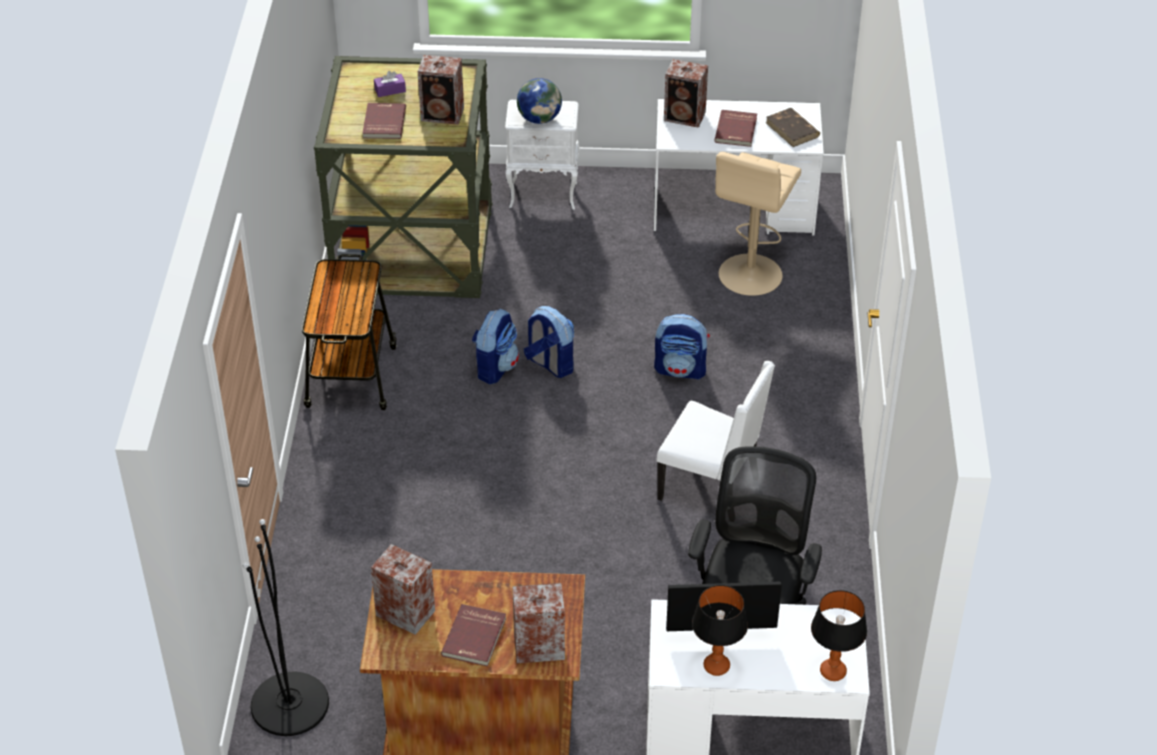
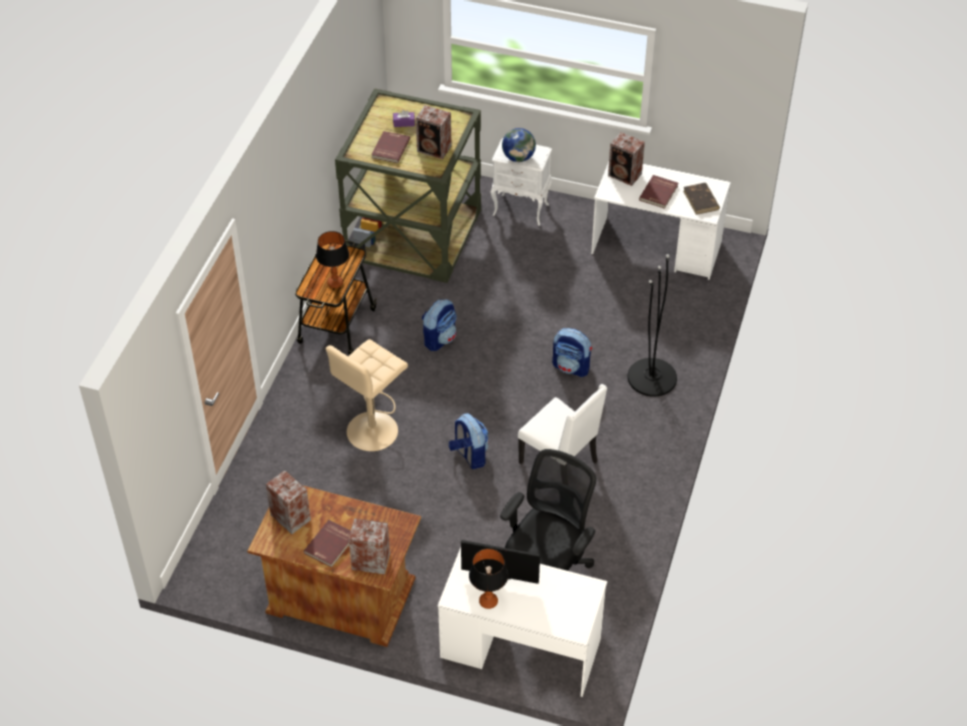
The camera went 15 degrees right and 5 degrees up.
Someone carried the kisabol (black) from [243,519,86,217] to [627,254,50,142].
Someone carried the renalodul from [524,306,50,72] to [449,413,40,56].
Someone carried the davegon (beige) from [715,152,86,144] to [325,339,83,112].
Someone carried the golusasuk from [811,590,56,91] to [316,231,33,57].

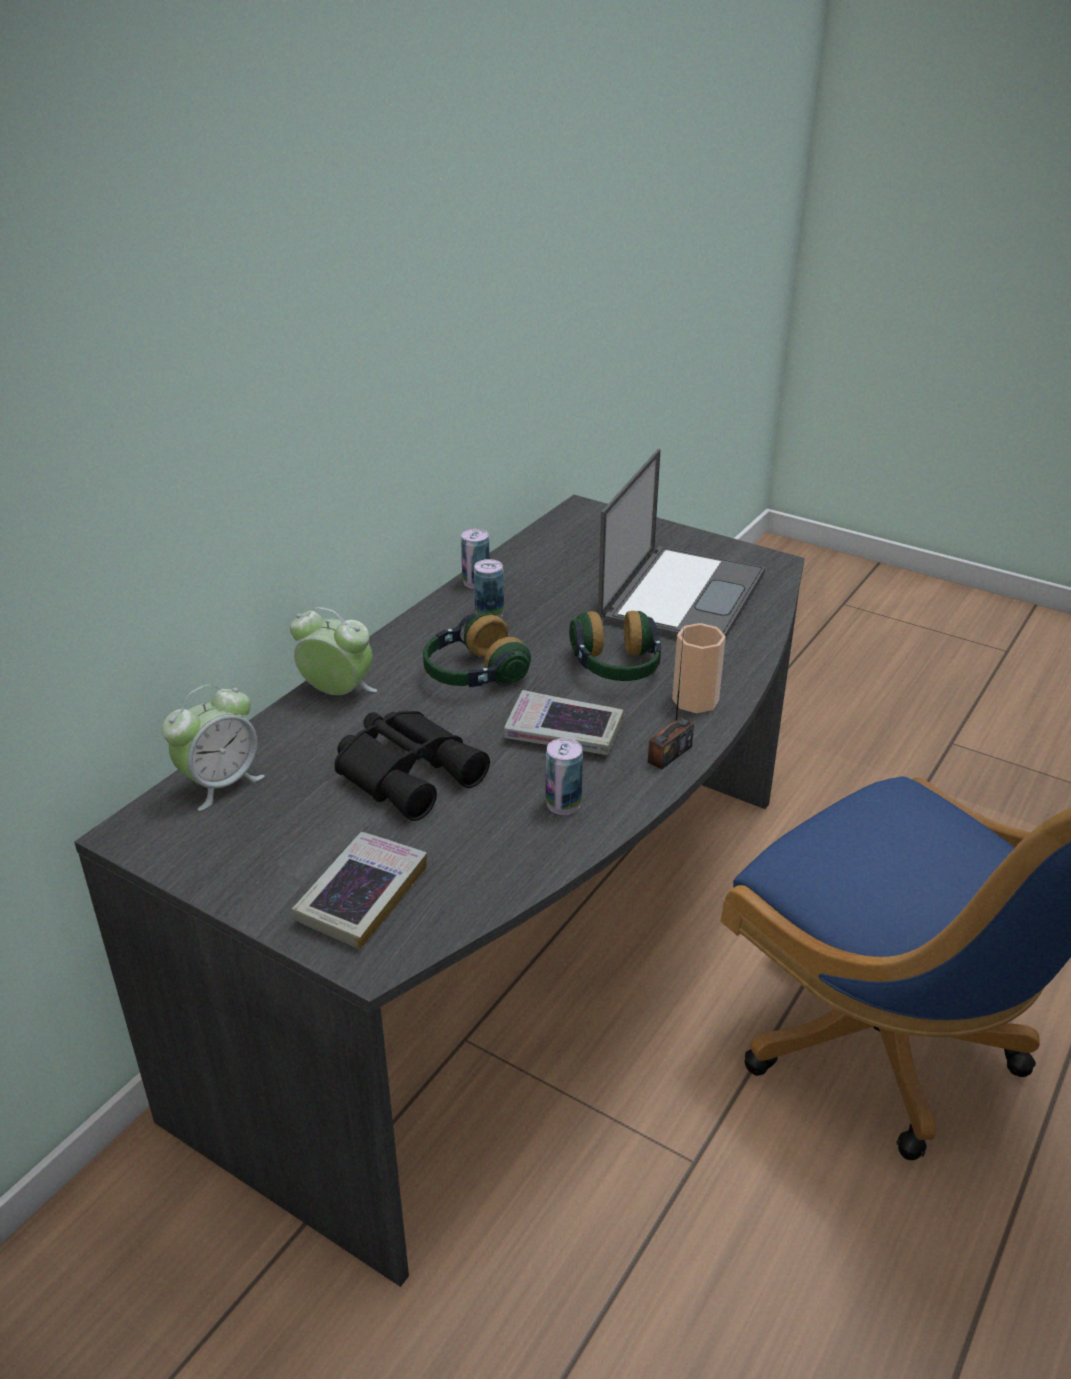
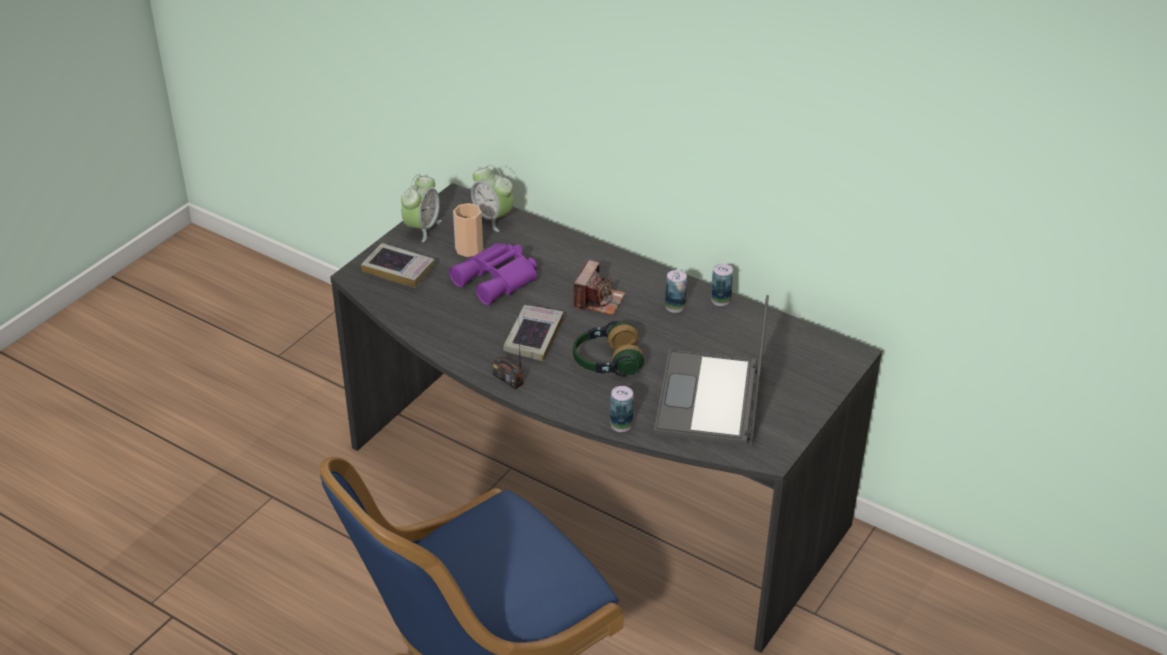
The camera went 90 degrees right and 5 degrees up.
Someone carried the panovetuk from [290,607,87,88] to [401,174,41,68].
Someone repainted the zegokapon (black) at [335,711,155,110], which became the zegokapon (purple) at [449,243,88,62].
Someone swapped the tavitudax at [423,613,108,74] for the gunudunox at [573,260,52,55].
Someone carried the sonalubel from [546,738,37,77] to [610,386,24,46].
Someone rotated the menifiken at [598,449,167,190] by 75 degrees clockwise.
Someone carried the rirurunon from [672,623,54,90] to [453,203,30,54].

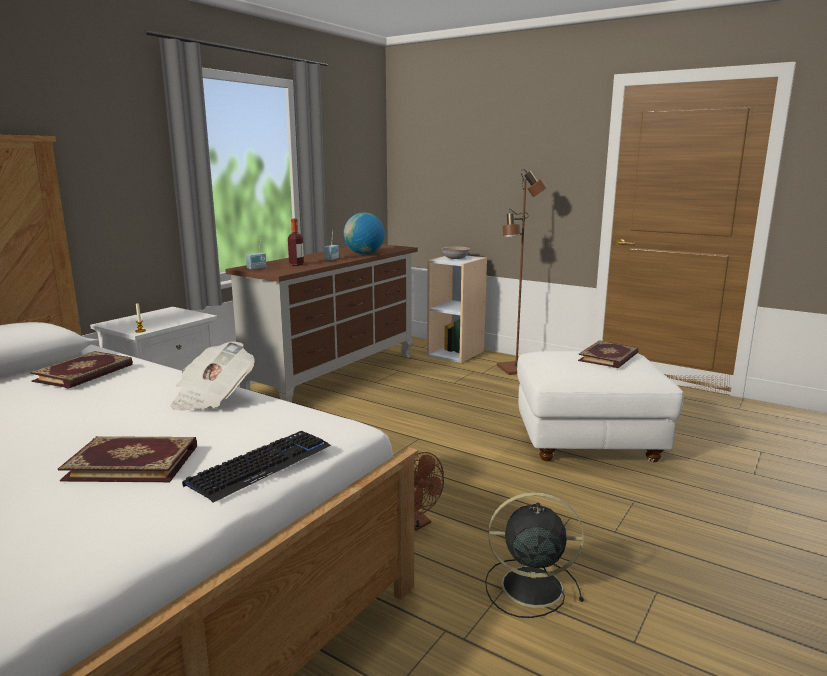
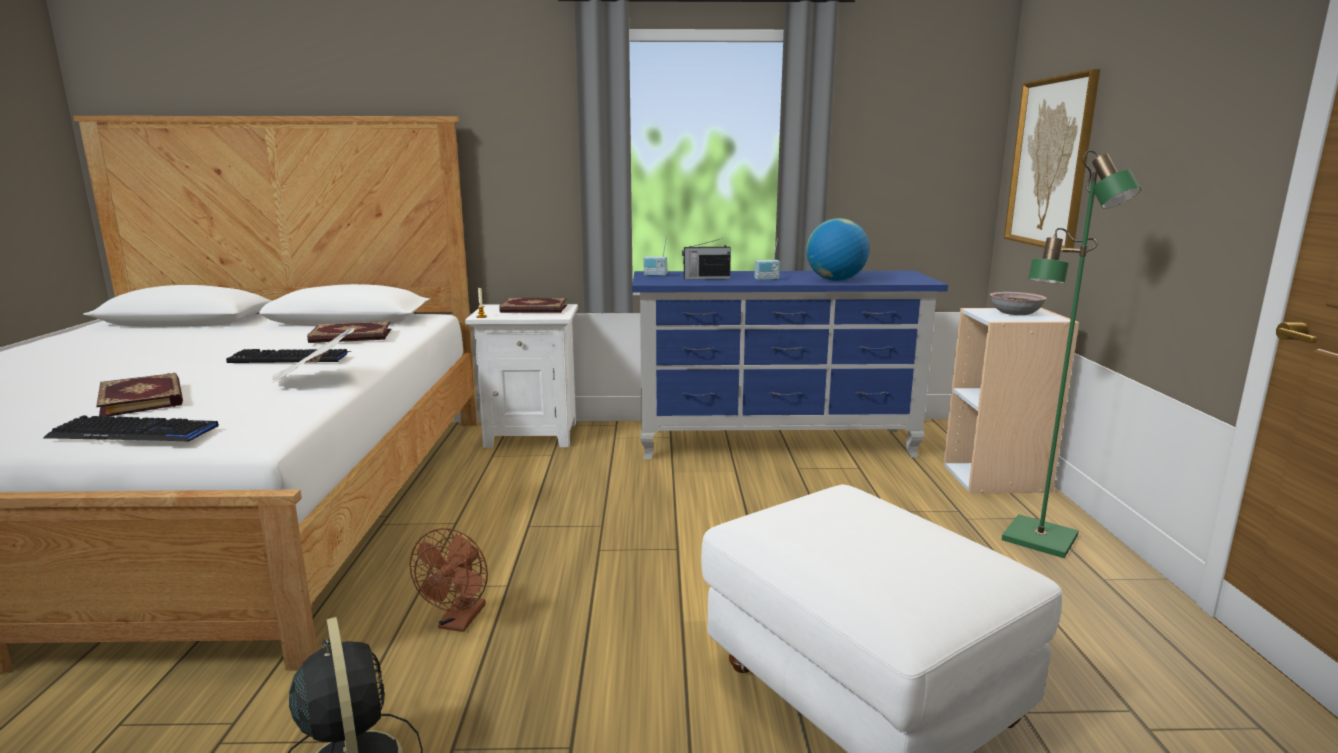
The camera went 55 degrees right and 0 degrees up.
Someone repainted the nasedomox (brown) at [225,244,193,159], which became the nasedomox (blue) at [632,271,316,188].
Someone swapped the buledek at [288,219,16,47] for the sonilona at [682,238,49,42].
Someone repainted the kisabol (brown) at [497,169,51,206], which became the kisabol (green) at [1002,150,139,408].
Someone carried the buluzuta from [578,340,60,28] to [499,298,68,15].
Someone put down the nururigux at [226,349,125,14].
Someone put up the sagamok at [1004,69,96,184].

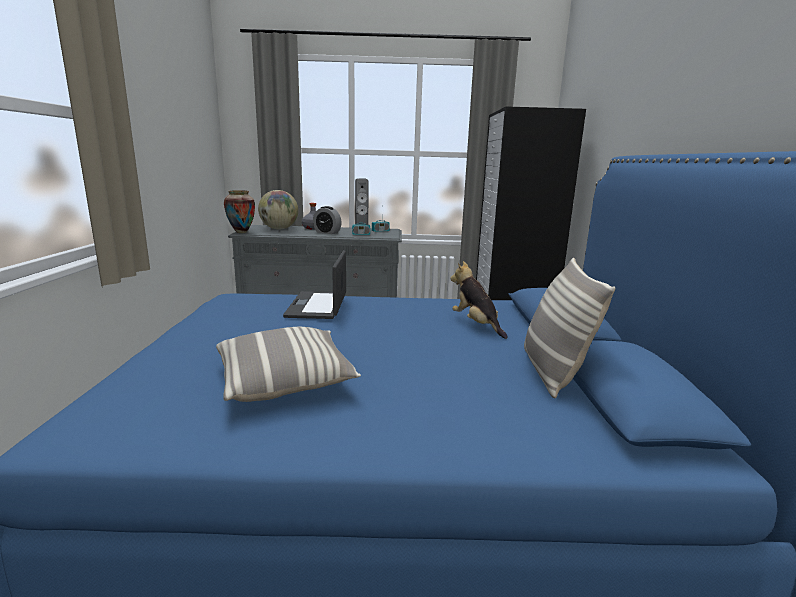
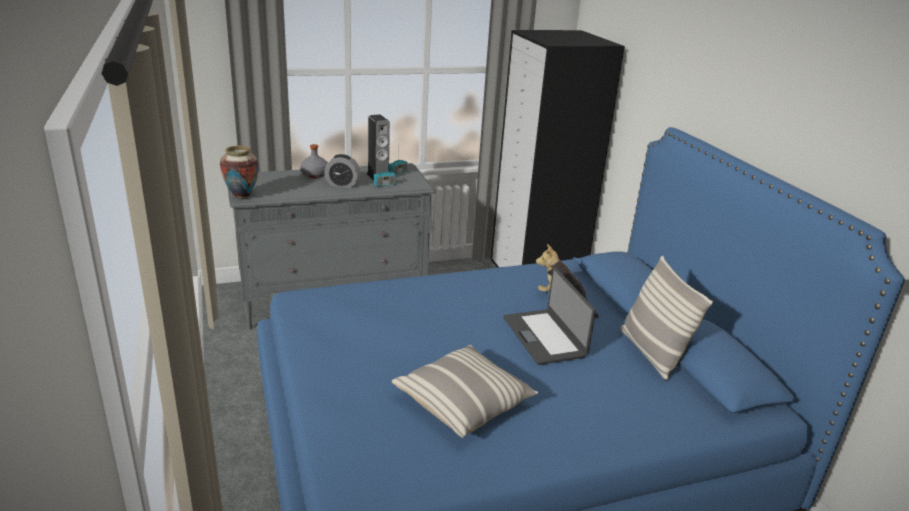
The camera went 20 degrees left and 10 degrees up.
Someone took away the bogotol at [258,190,40,39].
Someone carried the menifiken from [283,250,63,69] to [503,268,93,97].

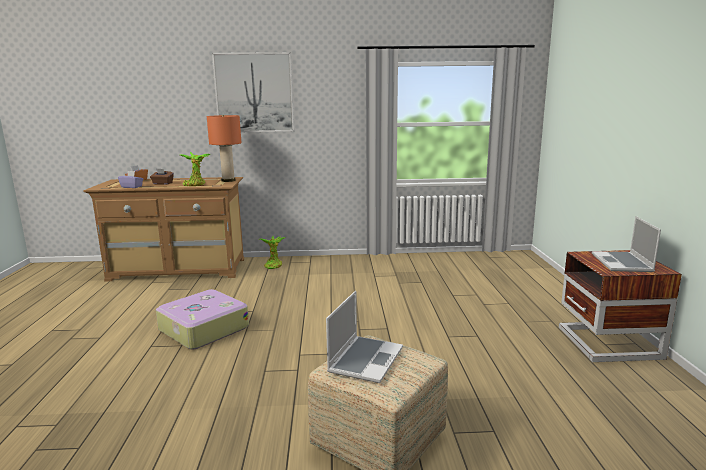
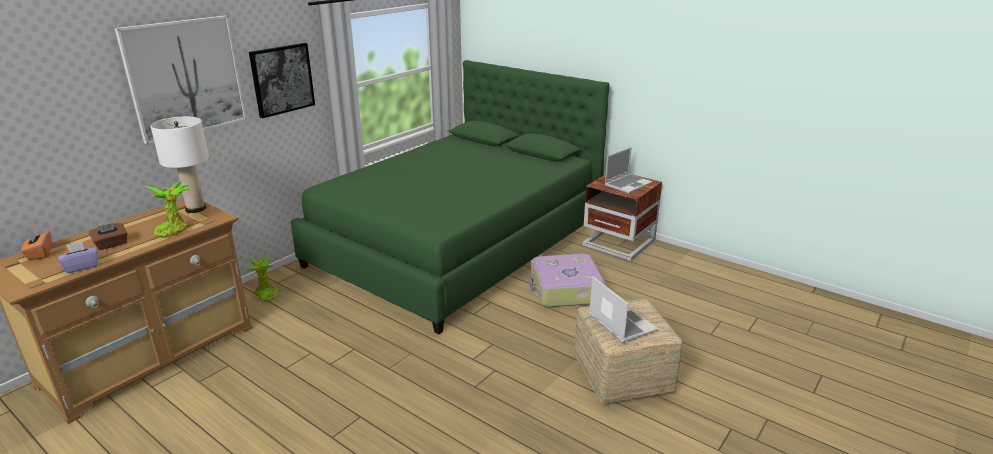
The camera went 50 degrees left and 10 degrees up.
Someone carried the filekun from [156,289,93,60] to [529,254,77,53].
Someone repainted the golusasuk (orange) at [207,115,34,67], which became the golusasuk (white) at [151,116,58,97].
Someone rotated the menifiken at [592,216,69,56] by 90 degrees counterclockwise.
Someone put up the sagamok at [249,43,66,75].
Someone put down the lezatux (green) at [291,60,319,275].

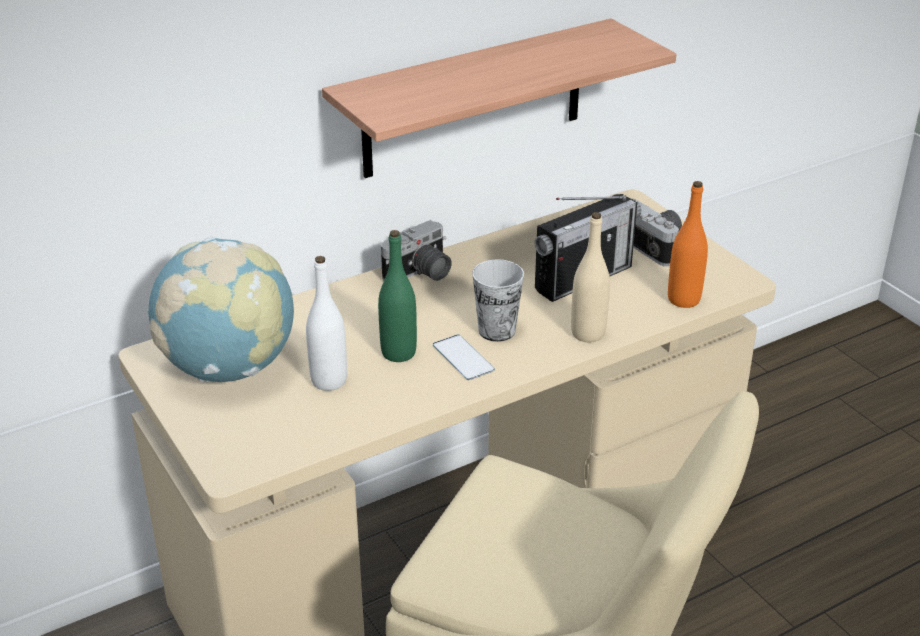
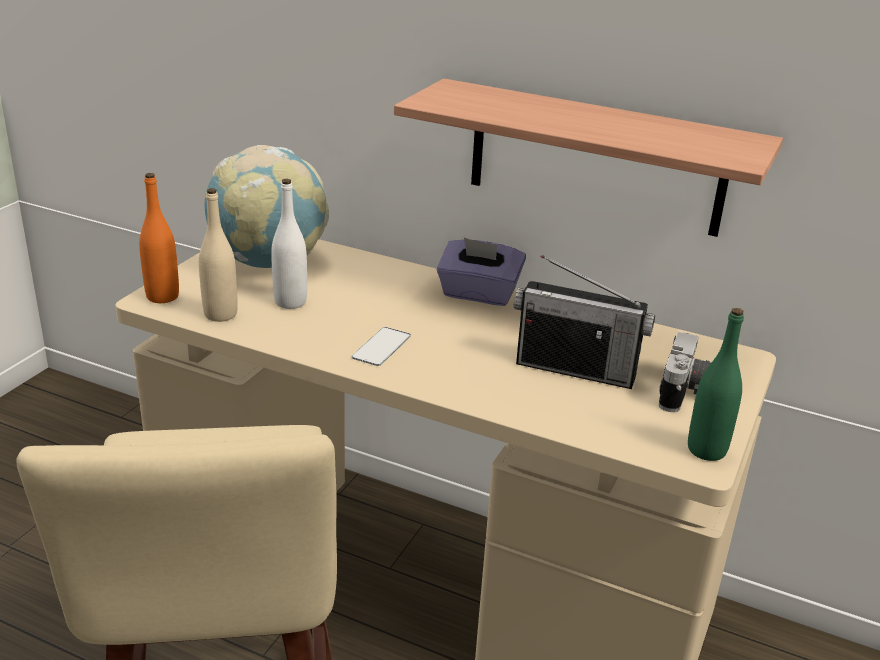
The camera went 55 degrees right and 5 degrees down.
Someone carried the buledek (green) from [378,230,39,132] to [688,308,56,153].
Someone swapped the gunudunox at [381,220,71,61] for the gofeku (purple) at [437,238,89,68].
Someone took away the rirurunon at [472,259,52,83].
Someone carried the buledek (beige) from [571,212,39,130] to [199,188,39,134].
Someone carried the buledek (orange) from [668,181,40,127] to [139,173,40,130].

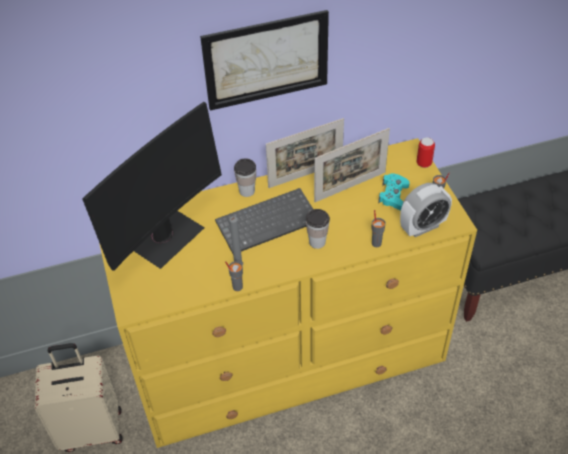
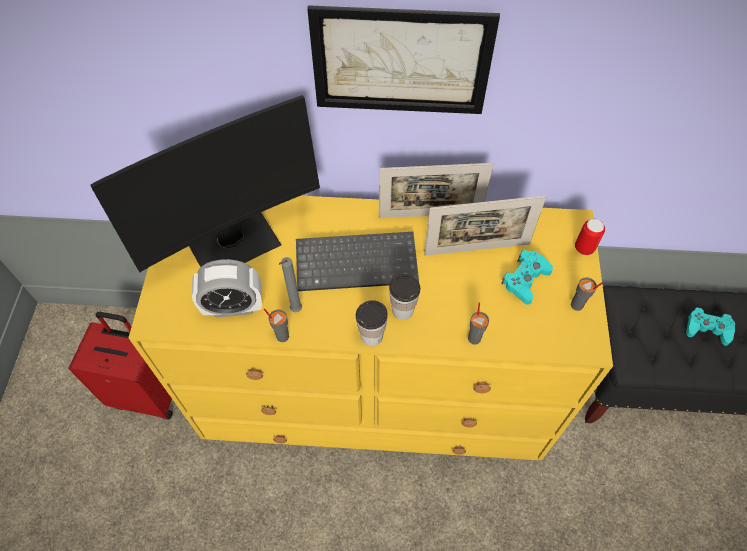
The camera went 20 degrees right and 10 degrees up.
Someone repainted the filekun (beige) at [34,343,89,109], which became the filekun (red) at [68,312,105,108].
Someone carried the rirurunon from [234,158,22,39] to [356,300,32,46].
Someone carried the panovetuk from [400,183,52,54] to [192,259,70,59].
Someone put down the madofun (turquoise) at [686,307,49,39].

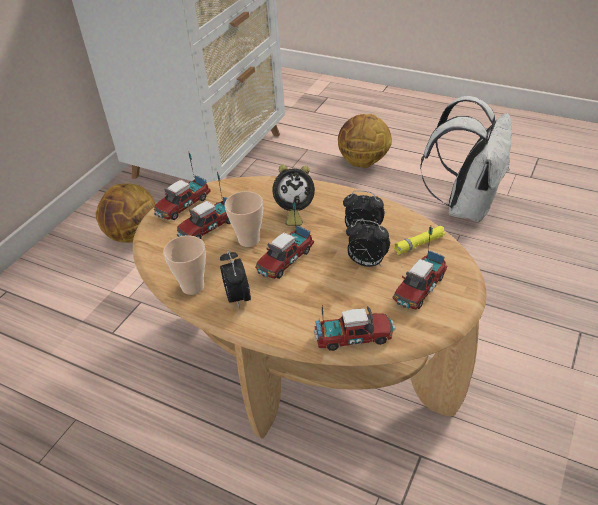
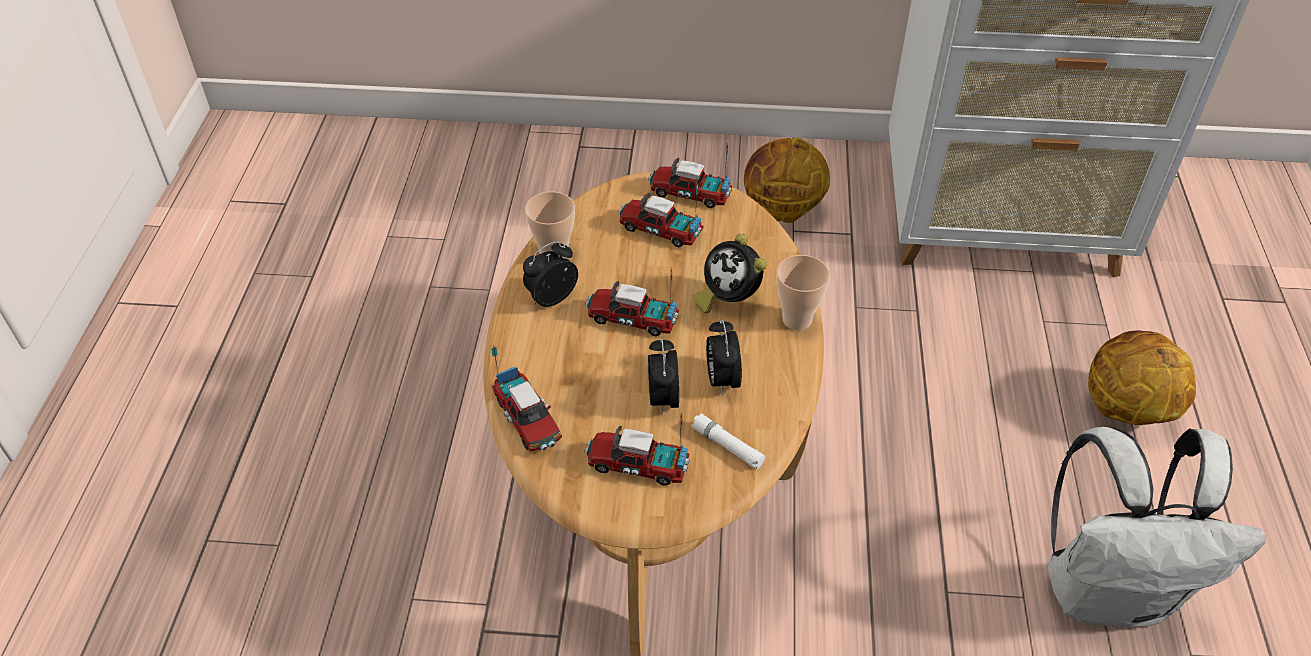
The camera went 65 degrees right and 5 degrees up.
Someone carried the rirurunon from [225,191,38,56] to [777,255,53,75].
Someone repainted the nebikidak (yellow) at [394,226,51,29], which became the nebikidak (white) at [691,413,74,56].

